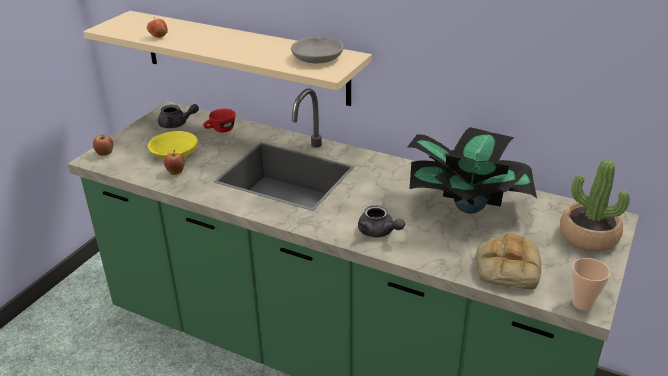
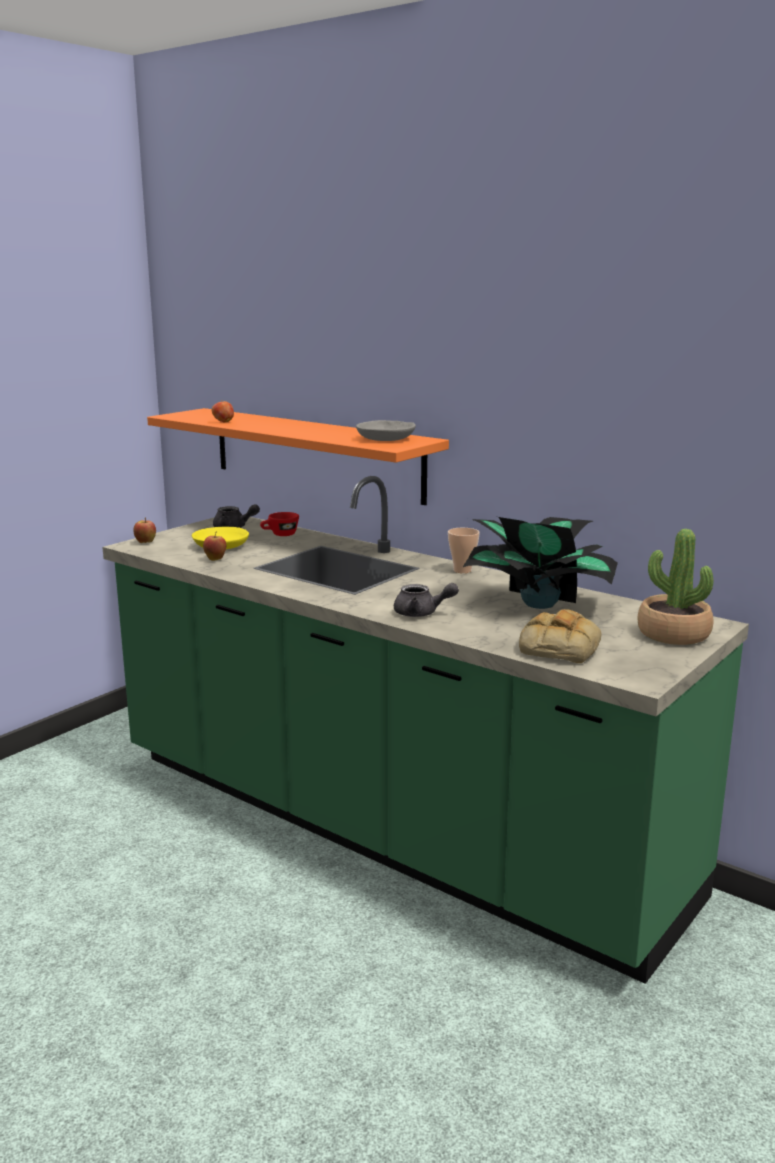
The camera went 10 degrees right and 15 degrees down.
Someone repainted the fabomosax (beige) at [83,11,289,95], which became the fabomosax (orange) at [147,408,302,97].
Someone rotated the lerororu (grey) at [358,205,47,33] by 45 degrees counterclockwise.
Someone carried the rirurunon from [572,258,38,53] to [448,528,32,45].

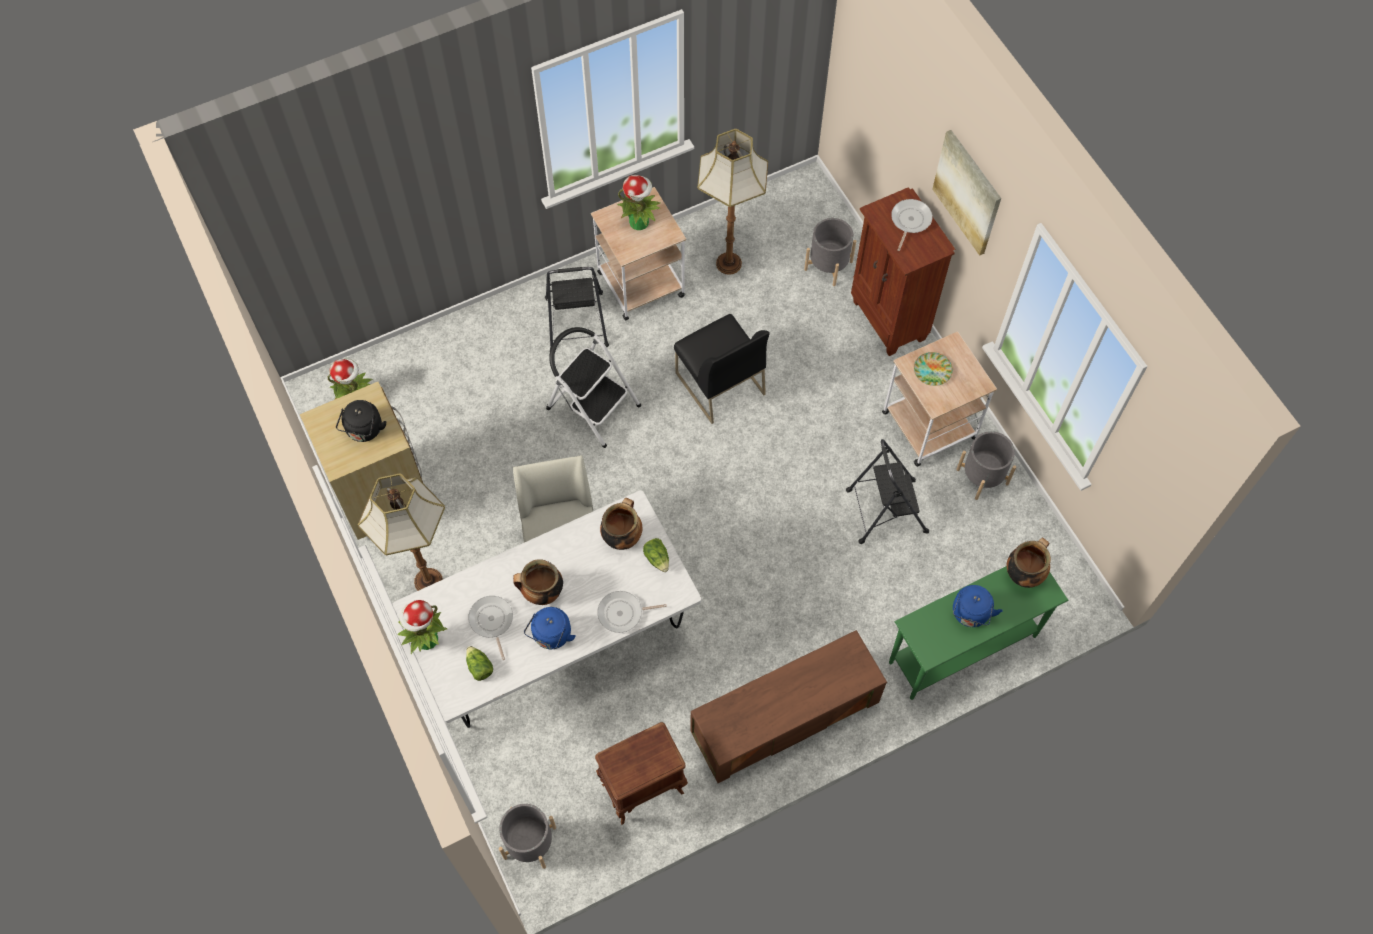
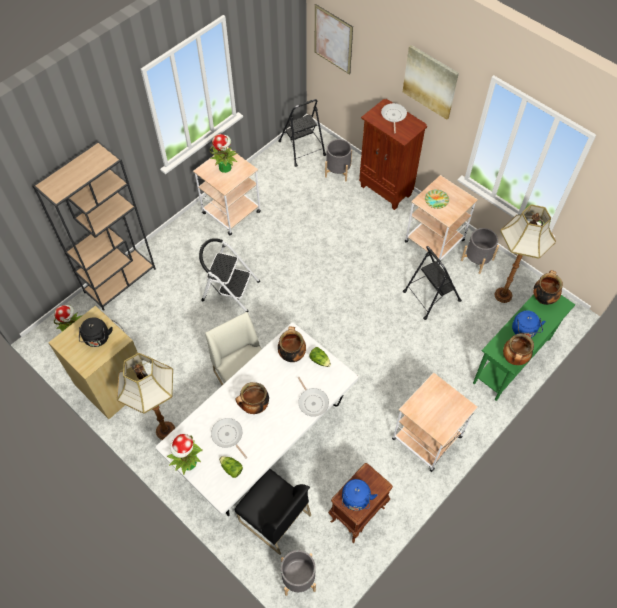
The camera went 20 degrees left and 5 degrees down.
Someone carried the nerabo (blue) from [524,607,52,42] to [342,479,35,32].
Someone carried the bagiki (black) from [545,267,64,83] to [278,99,48,68].
Someone rotated the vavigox at [597,591,70,42] by 90 degrees counterclockwise.
Someone carried the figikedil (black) from [674,314,96,110] to [235,469,76,86].
Someone swapped the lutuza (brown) at [691,630,196,153] for the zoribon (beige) at [392,373,86,99].
Someone carried the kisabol from [697,129,71,146] to [495,204,61,99].
Someone put down the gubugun at [33,141,123,170].
Someone put up the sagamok at [314,4,39,71].
Someone put down the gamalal at [503,333,31,32].

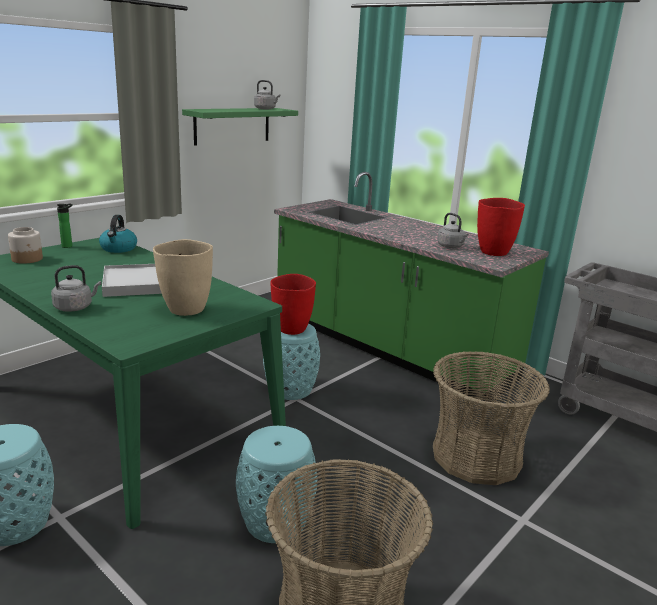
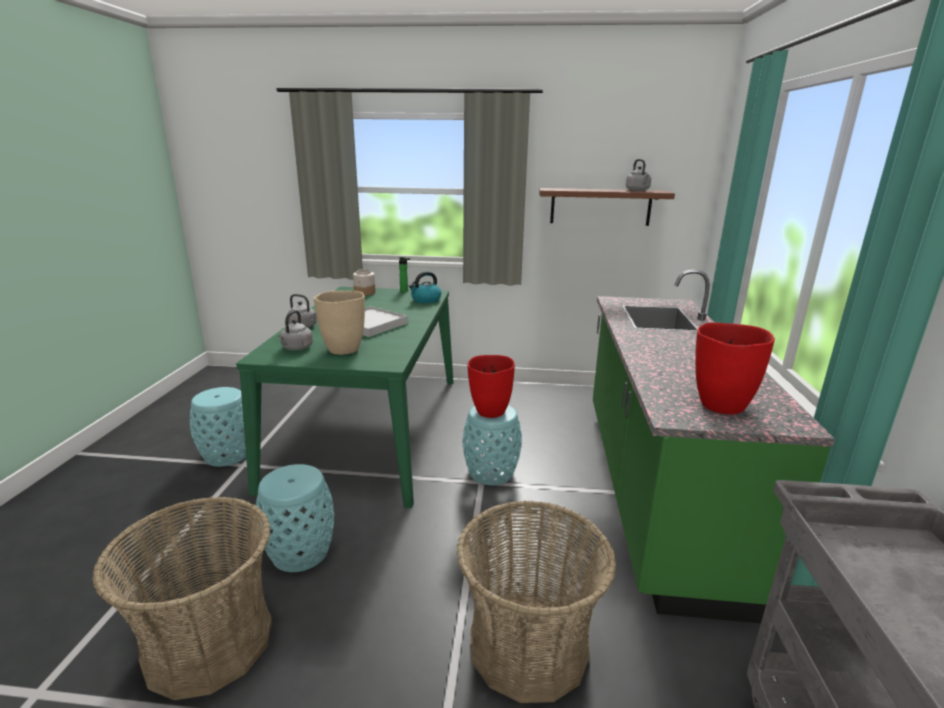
The camera went 55 degrees right and 0 degrees up.
Someone repainted the fabomosax (green) at [182,108,116,38], which became the fabomosax (brown) at [539,188,136,38].
Someone carried the nerabo (grey) from [437,213,32,35] to [278,310,35,40].

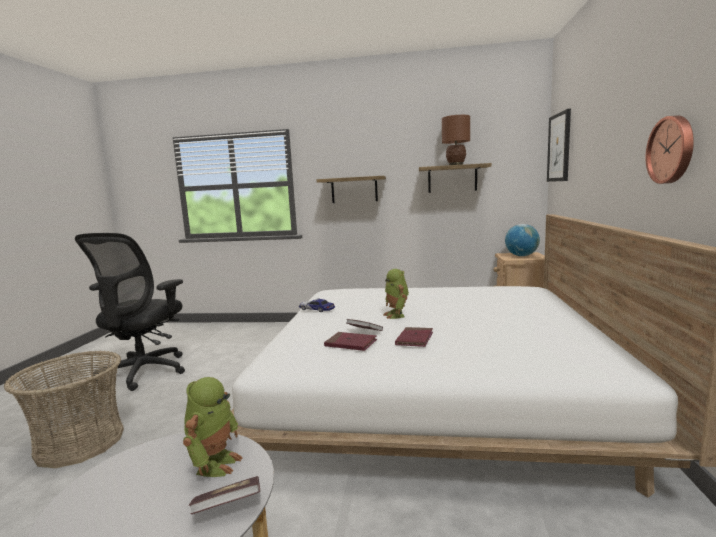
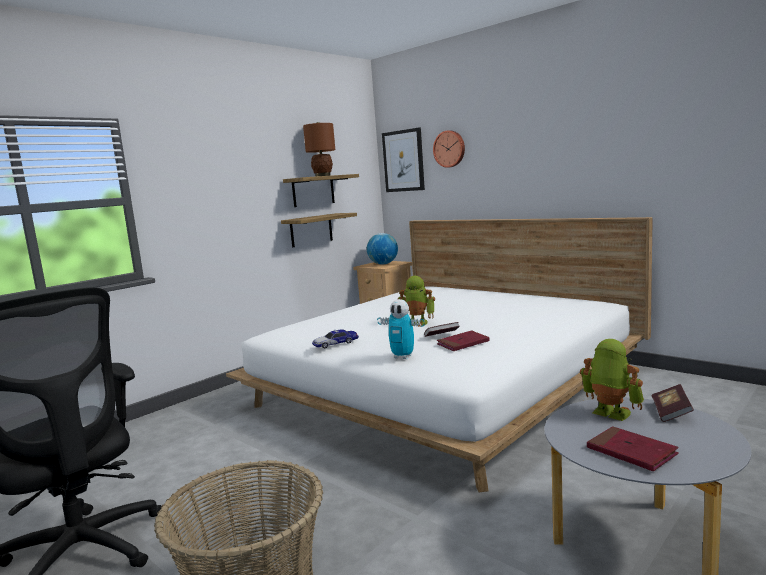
The camera went 55 degrees left and 0 degrees up.
Someone carried the fabomosax from [317,176,69,27] to [281,213,76,34].
Someone carried the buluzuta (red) from [395,327,38,20] to [587,426,92,45].
Someone carried the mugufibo from [646,115,48,69] to [433,131,32,37].
Someone put down the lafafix at [377,299,48,60].

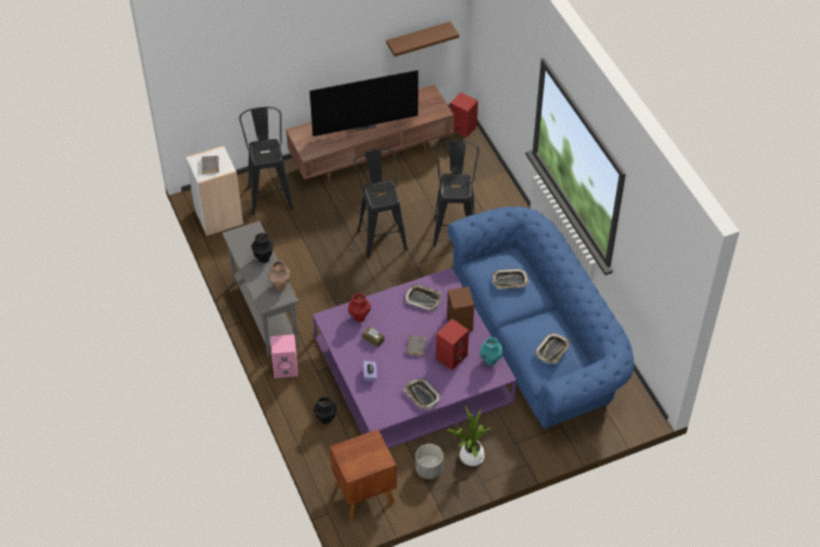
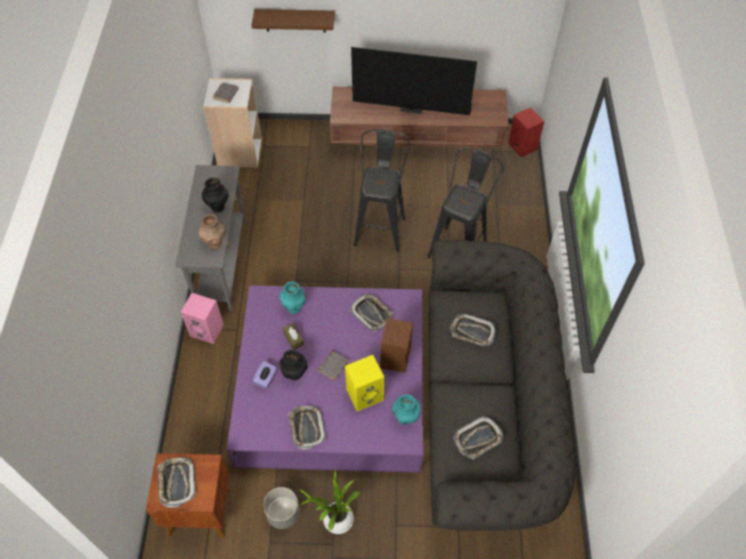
The camera went 25 degrees right and 5 degrees up.
Someone took away the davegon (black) at [239,107,54,108].
Someone carried the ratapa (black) from [314,396,22,28] to [279,350,28,30].
Someone repainted the ratapa (red) at [348,293,23,29], which became the ratapa (turquoise) at [279,281,27,33].
Someone carried the fabomosax (brown) from [386,22,73,35] to [252,9,83,24].
Someone repainted the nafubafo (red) at [436,319,33,51], which became the nafubafo (yellow) at [345,355,39,56].
Someone repainted the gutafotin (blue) at [448,206,186,223], which became the gutafotin (grey) at [429,240,147,291].
Someone put down the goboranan at [158,458,38,50].

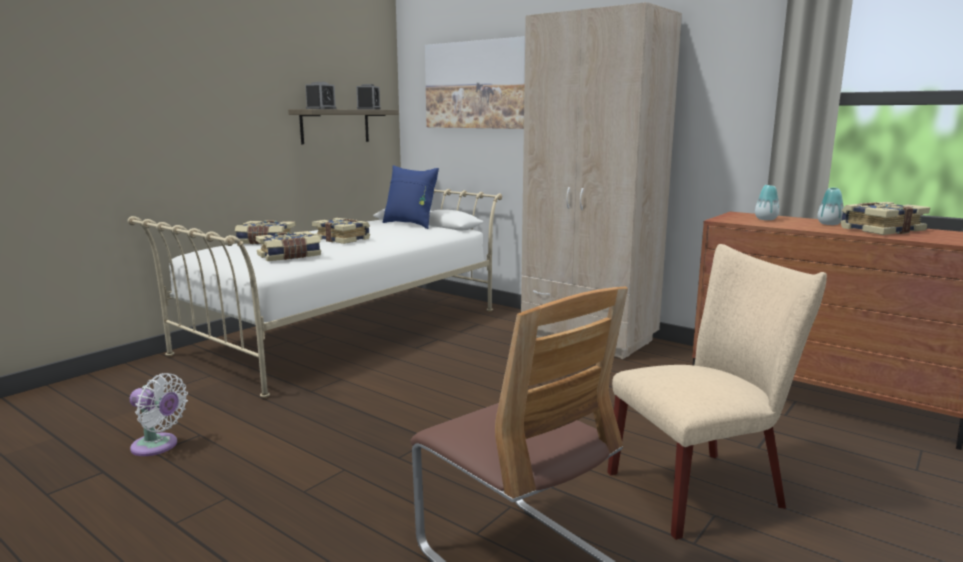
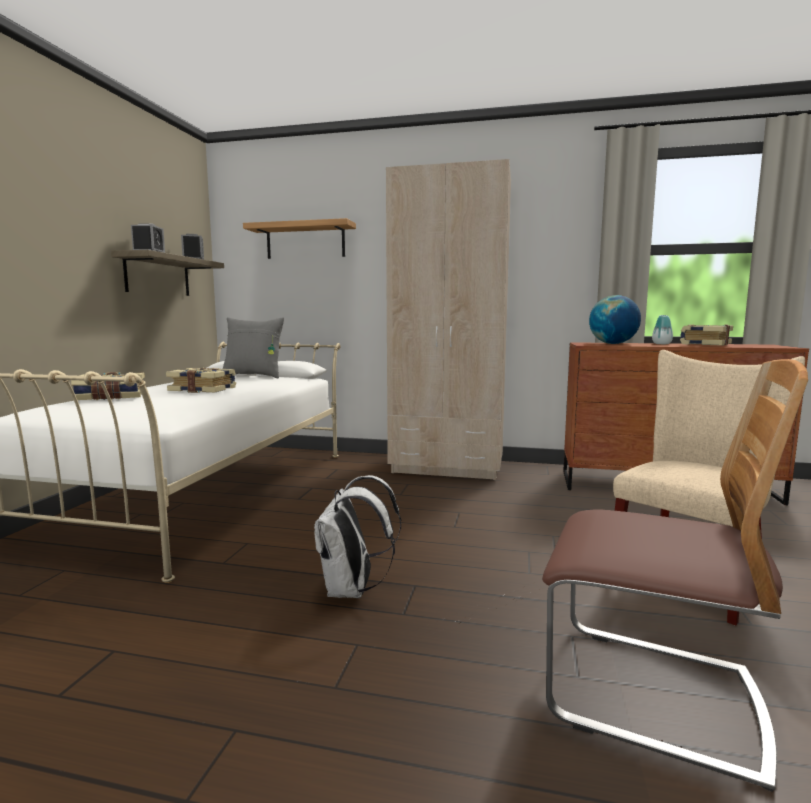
The camera went 25 degrees left and 5 degrees down.
Someone took away the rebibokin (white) at [129,373,59,83].
Someone took away the buluzuta at [256,231,65,30].
Someone repainted the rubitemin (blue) at [383,165,56,64], which became the rubitemin (grey) at [223,317,61,61].
Someone swapped the sagamok at [425,36,100,93] for the fabomosax at [243,218,113,41].
Someone swapped the ratapa at [755,185,24,35] for the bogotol at [589,295,52,49].
Someone put down the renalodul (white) at [314,475,87,123].

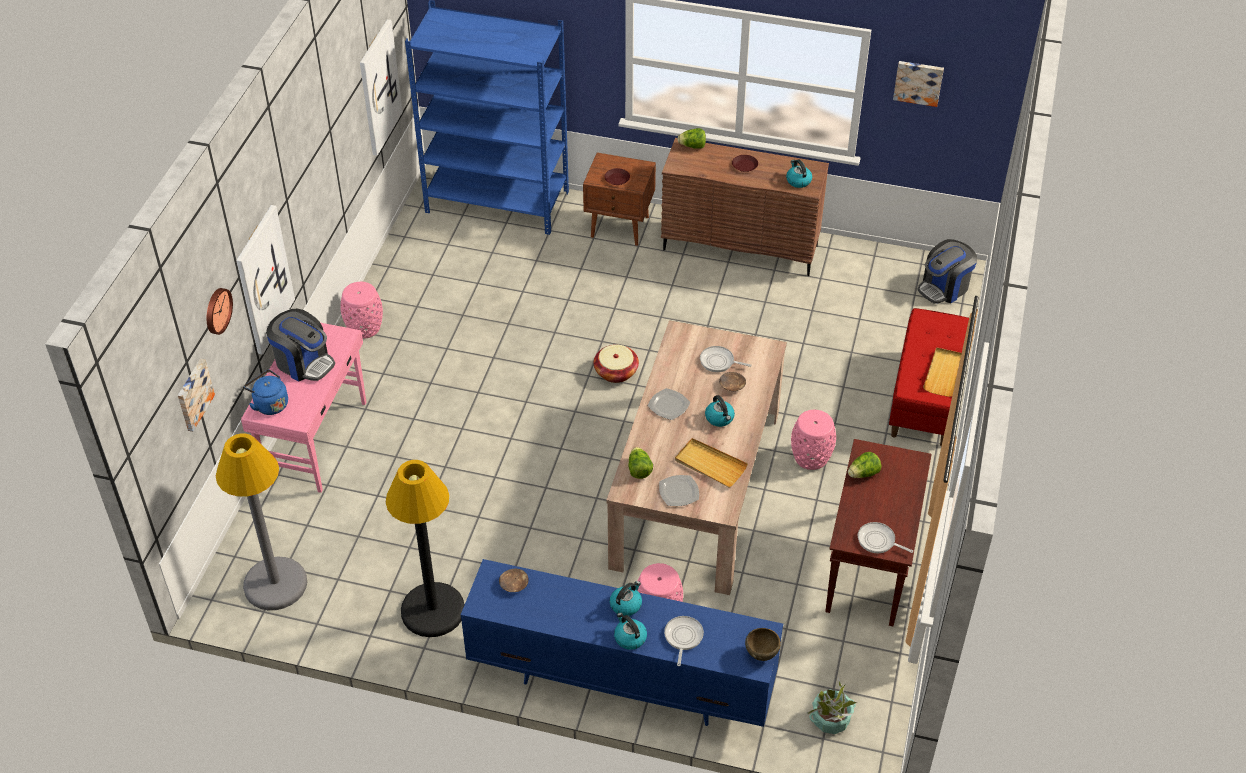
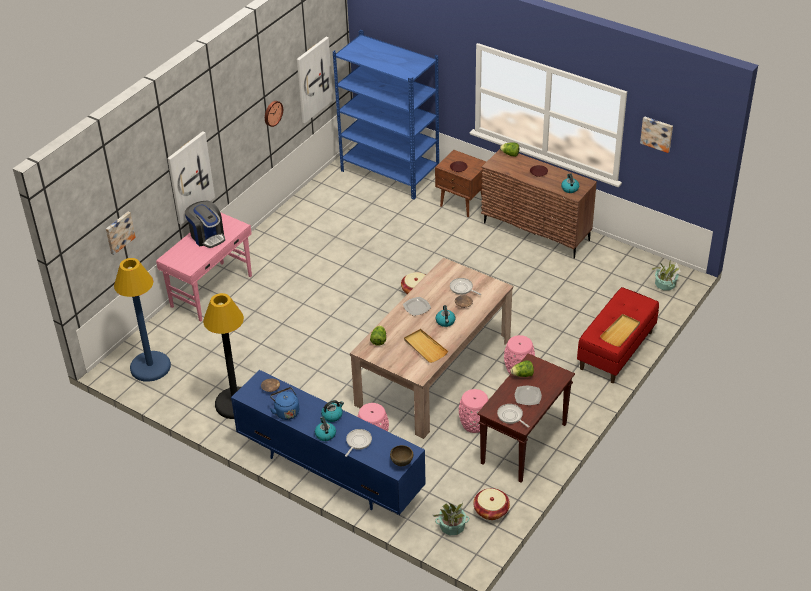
The camera went 20 degrees right and 5 degrees down.
Someone carried the mugufibo from [206,288,27,47] to [265,101,18,26].
Someone repainted the kisabol (grey) at [216,433,91,177], which became the kisabol (blue) at [114,258,57,124].
Someone carried the nerabo (blue) from [244,370,44,45] to [270,387,29,33].
Someone carried the davegon (pink) from [341,282,42,57] to [459,389,30,44].
Someone carried the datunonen from [659,475,40,31] to [515,386,27,19].
Someone swapped the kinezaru at [917,239,61,65] for the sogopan at [650,260,31,31].
Someone put down the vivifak at [473,488,37,32].

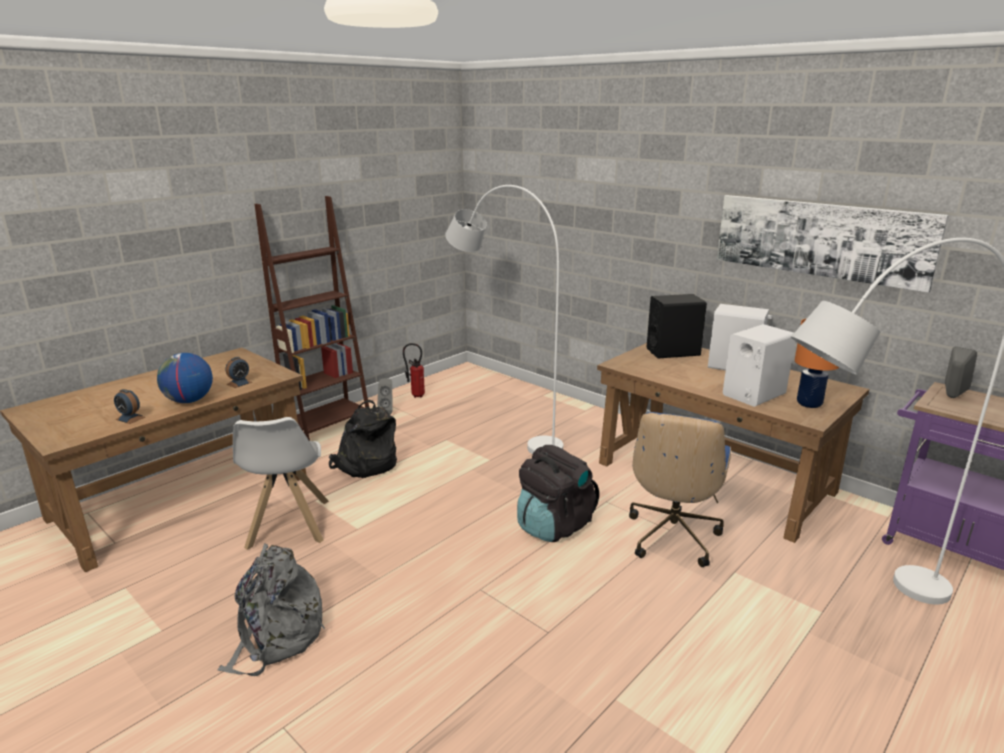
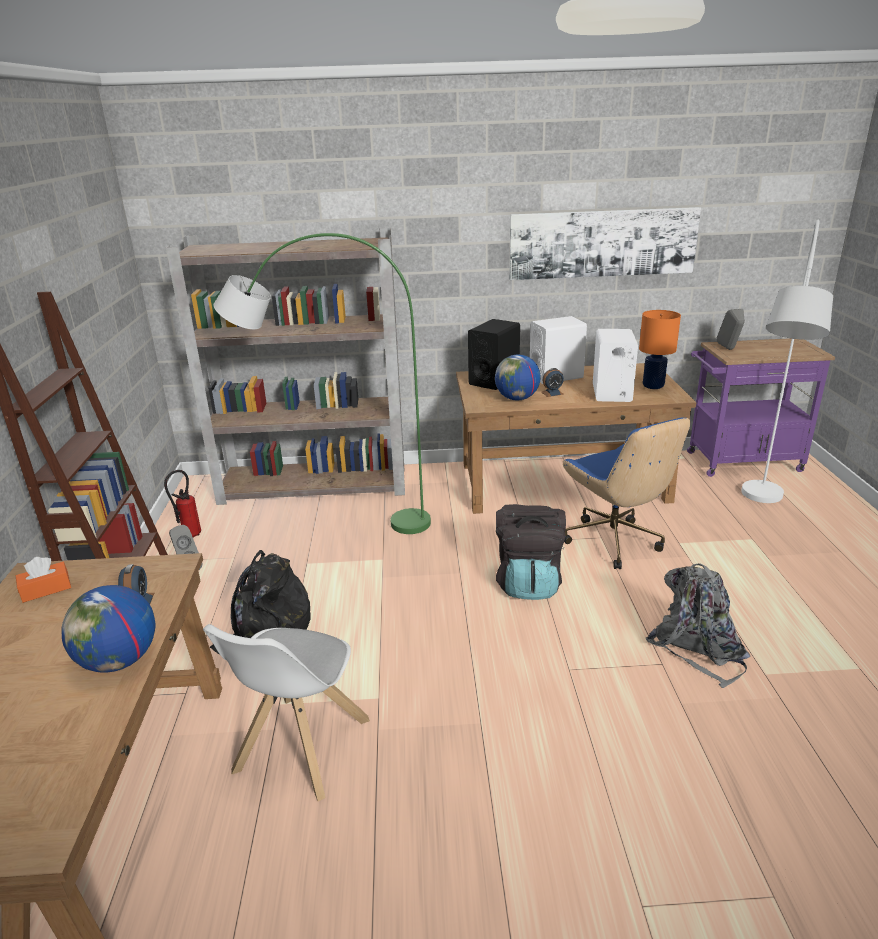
The camera went 45 degrees left and 5 degrees up.
Someone carried the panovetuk from [114,389,31,35] to [541,368,23,29].
Someone carried the renalodul (grey) from [217,543,108,133] to [646,564,105,124].
Someone rotated the figikedil at [233,417,96,133] by 75 degrees clockwise.
Someone repainted the kisabol (white) at [445,185,118,269], which became the kisabol (green) at [214,233,217,301].
Someone put down the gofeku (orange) at [16,557,55,46].
Someone put down the gubugun (brown) at [166,228,239,277].
Someone put down the bogotol at [495,355,45,46].

